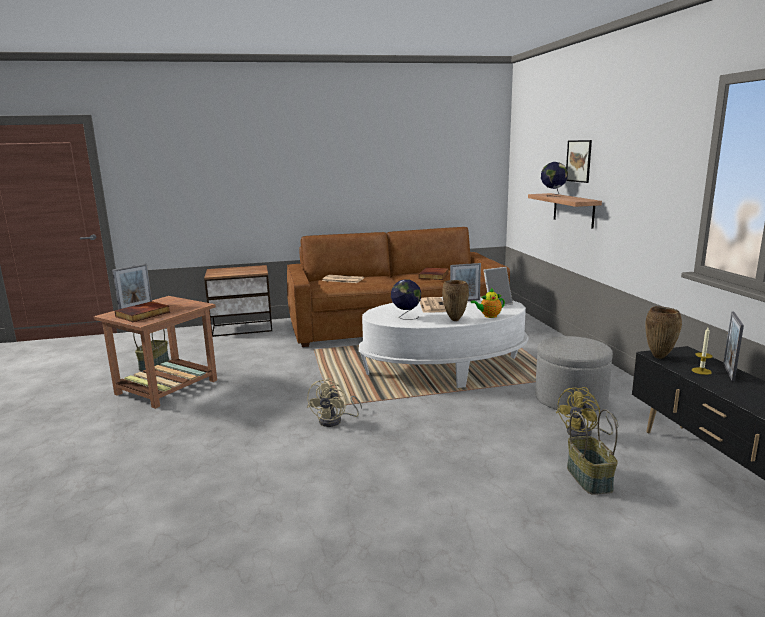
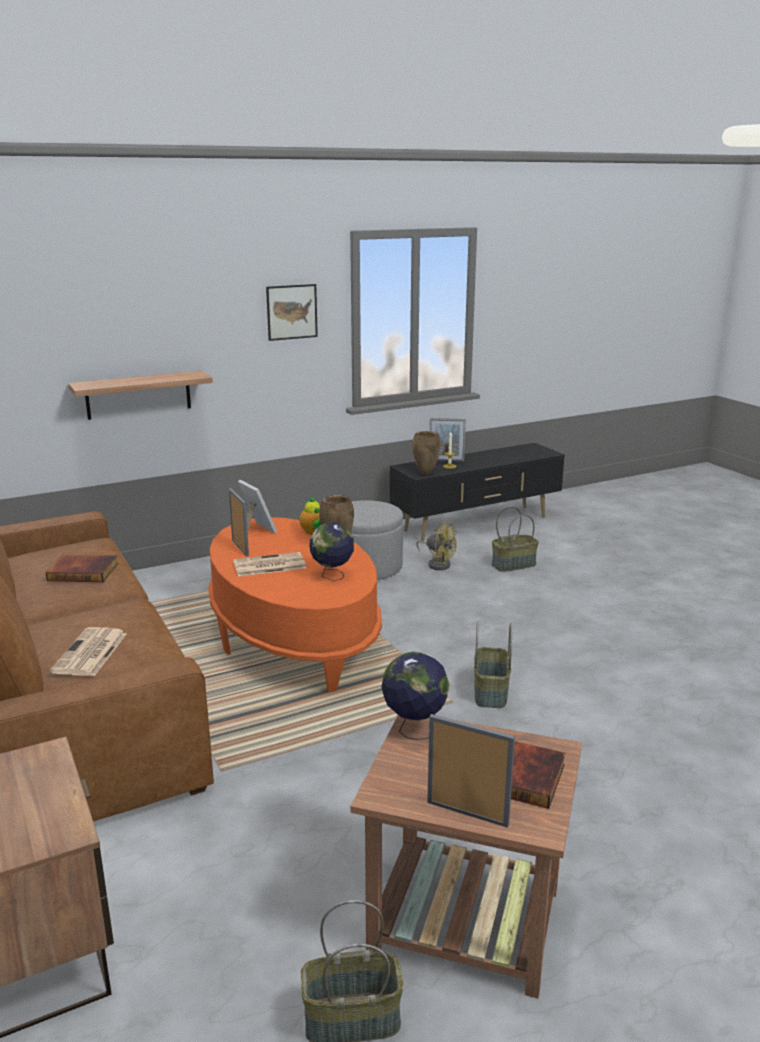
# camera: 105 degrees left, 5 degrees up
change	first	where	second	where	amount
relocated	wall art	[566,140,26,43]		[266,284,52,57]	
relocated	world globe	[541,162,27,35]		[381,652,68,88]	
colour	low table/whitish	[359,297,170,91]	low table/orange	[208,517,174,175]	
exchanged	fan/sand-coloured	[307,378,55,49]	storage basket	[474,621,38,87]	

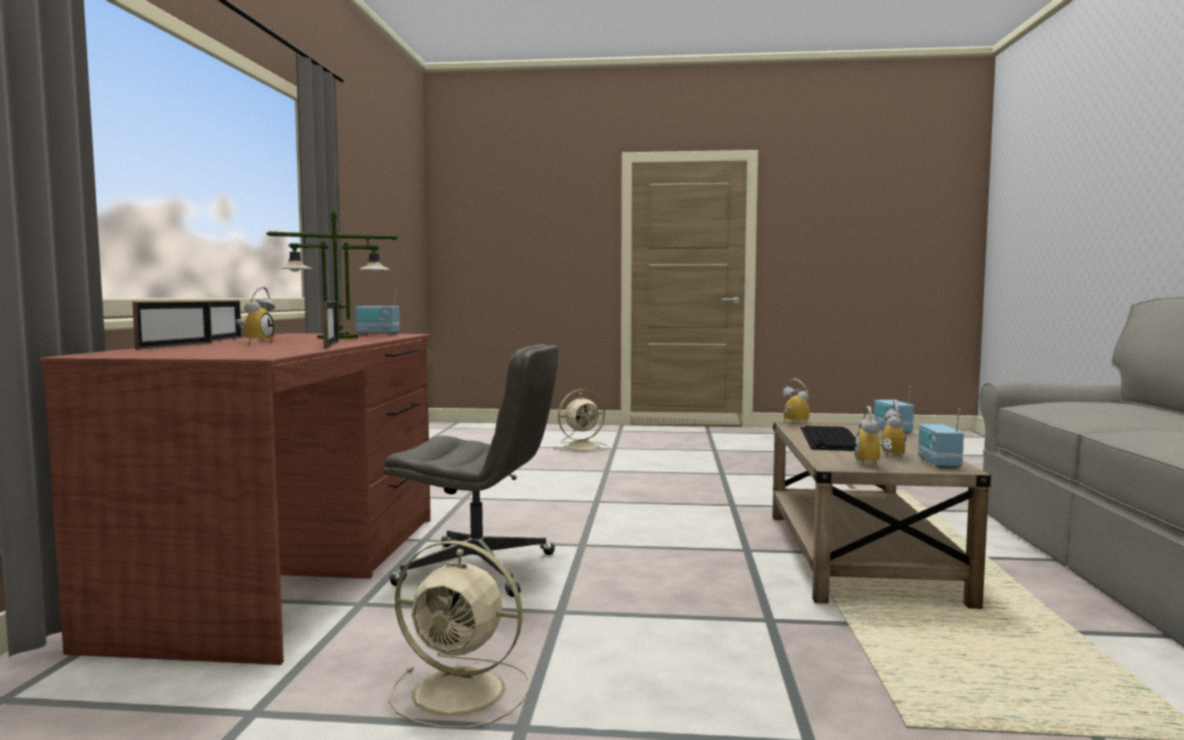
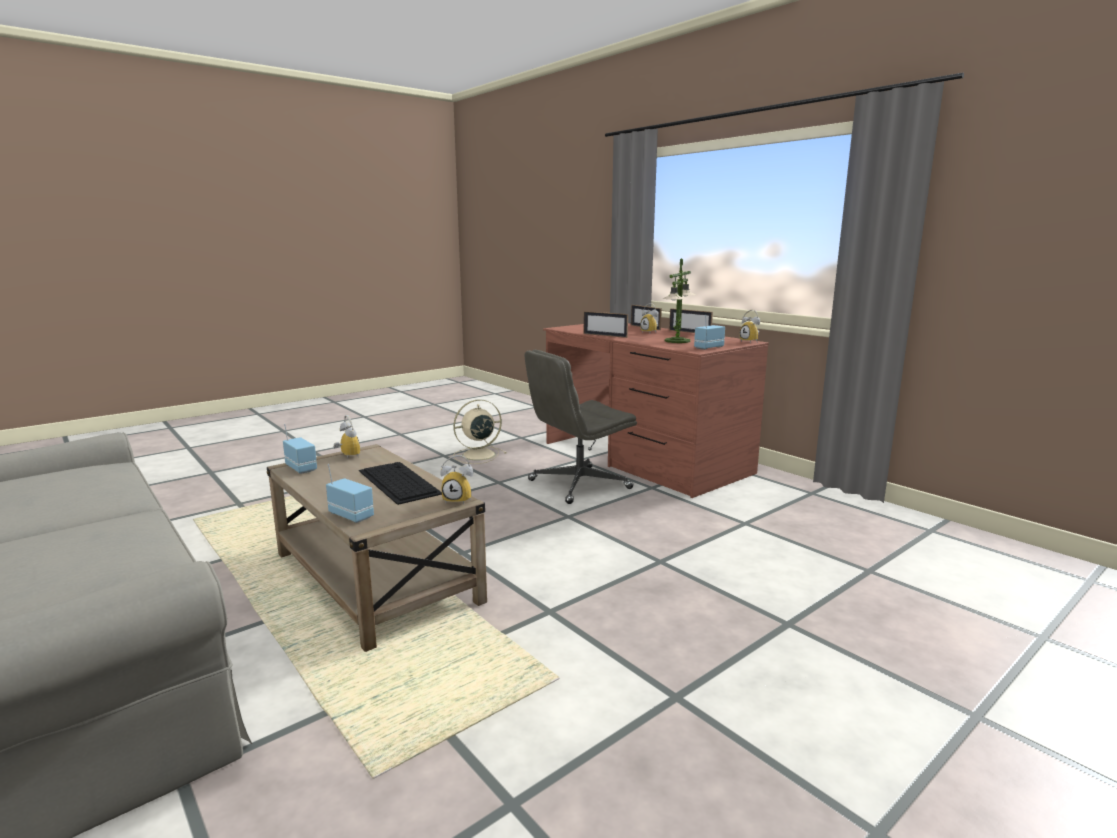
# camera: 135 degrees right, 10 degrees up
change	first	where	second	where	amount
missing	fan/sand-coloured	[553,389,55,63]			
relocated	bedside clock	[877,400,29,58]		[740,310,20,33]	

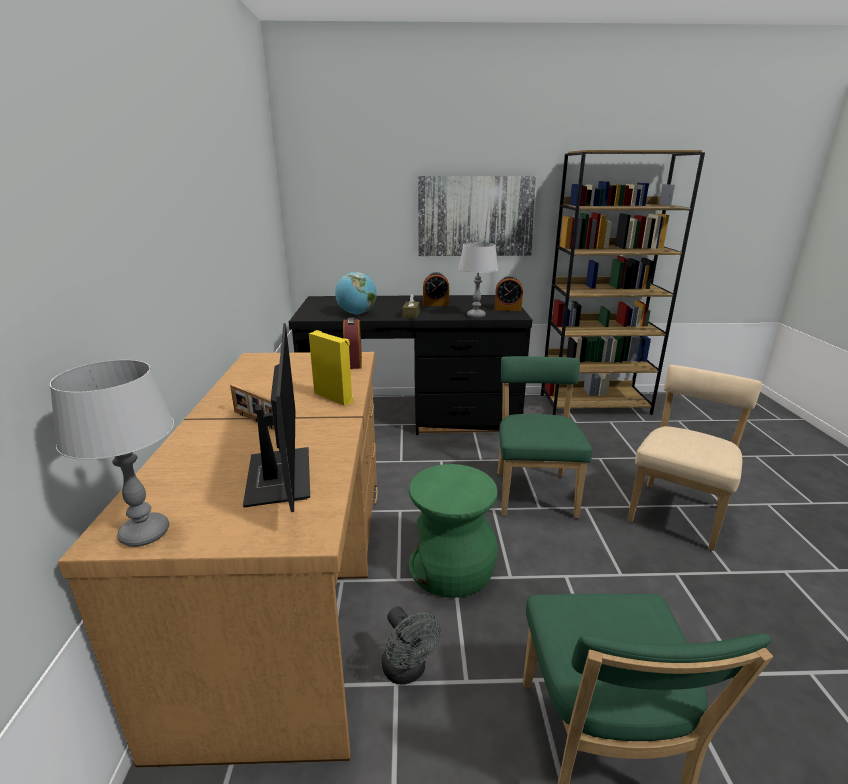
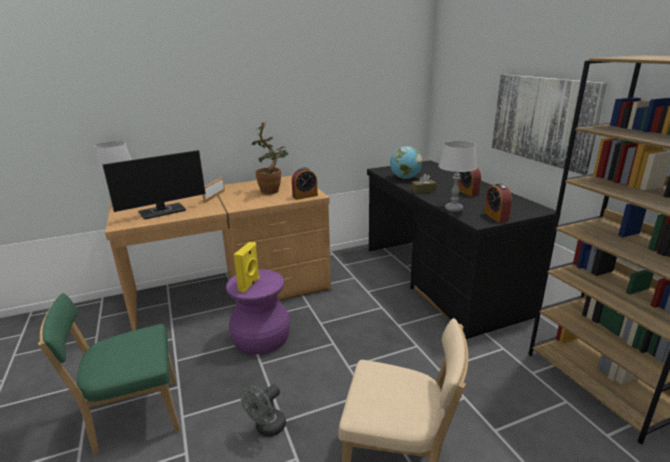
# camera: 70 degrees right, 0 degrees up
change	first	where	second	where	amount
relocated	speaker/yellow	[309,330,44,75]		[234,242,26,51]	
missing	chair/greenish	[497,356,96,162]			
colour	sitting stool/greenish	[409,464,89,134]	sitting stool/purple-coloured	[226,269,64,85]	
relocated	fan/grey	[382,606,59,78]		[241,384,45,53]	
appeared			plant in a pot	[252,122,36,72]	

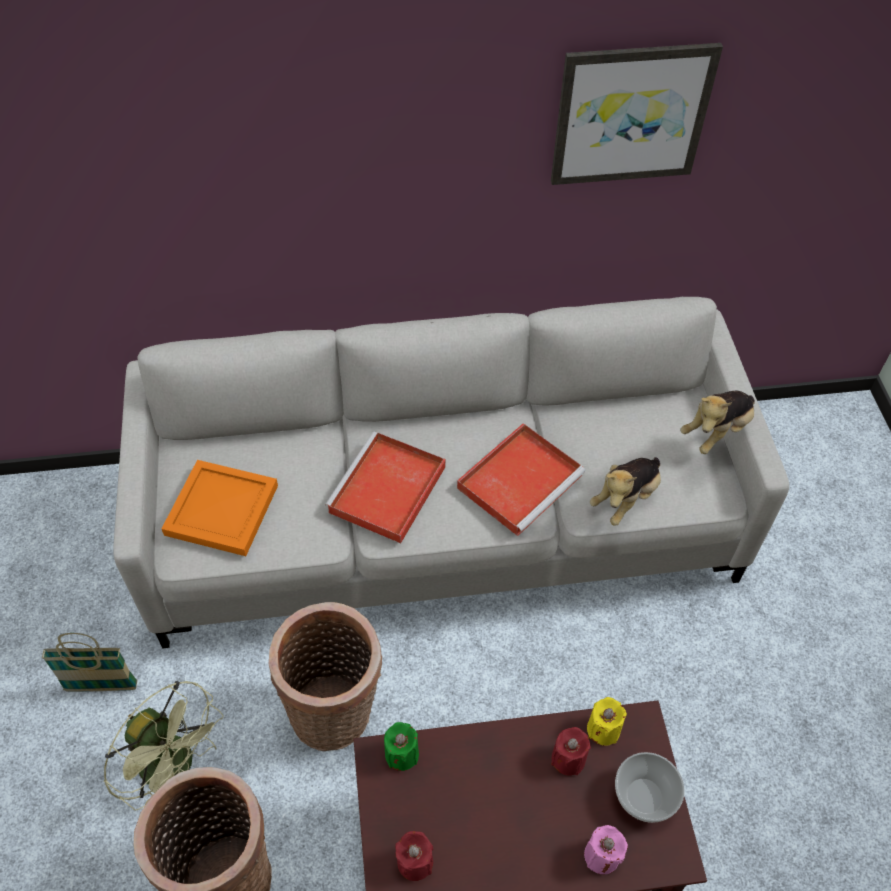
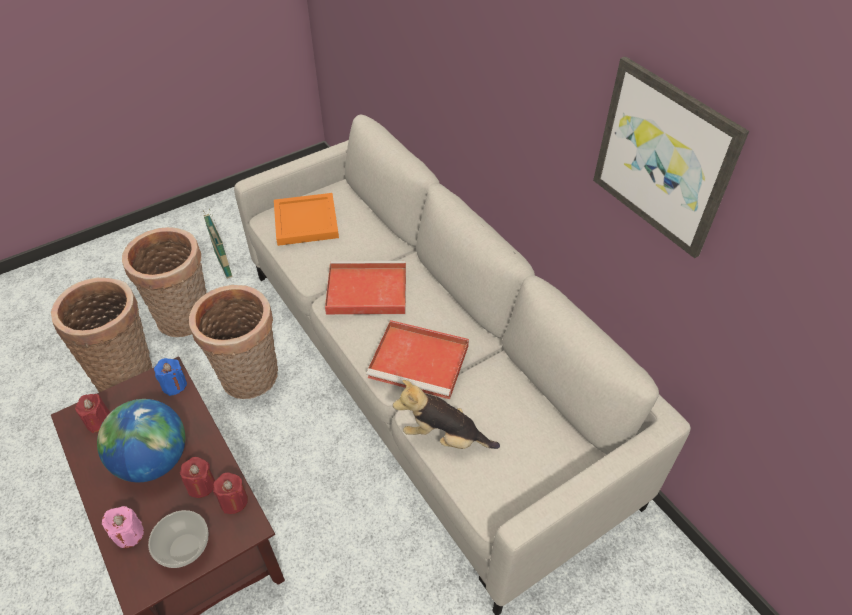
# camera: 65 degrees right, 5 degrees down
change	first	where	second	where	amount
missing	plush toy	[680,391,75,63]			
exchanged	fan/greenish	[104,681,119,129]	storage basket	[122,227,84,110]	
colour	wax light/yellow	[587,697,40,49]	wax light/reddish	[213,473,35,41]	
colour	wax light/greenish	[384,722,35,49]	wax light/bluish	[154,358,33,38]	
appeared			world globe	[97,399,88,83]	

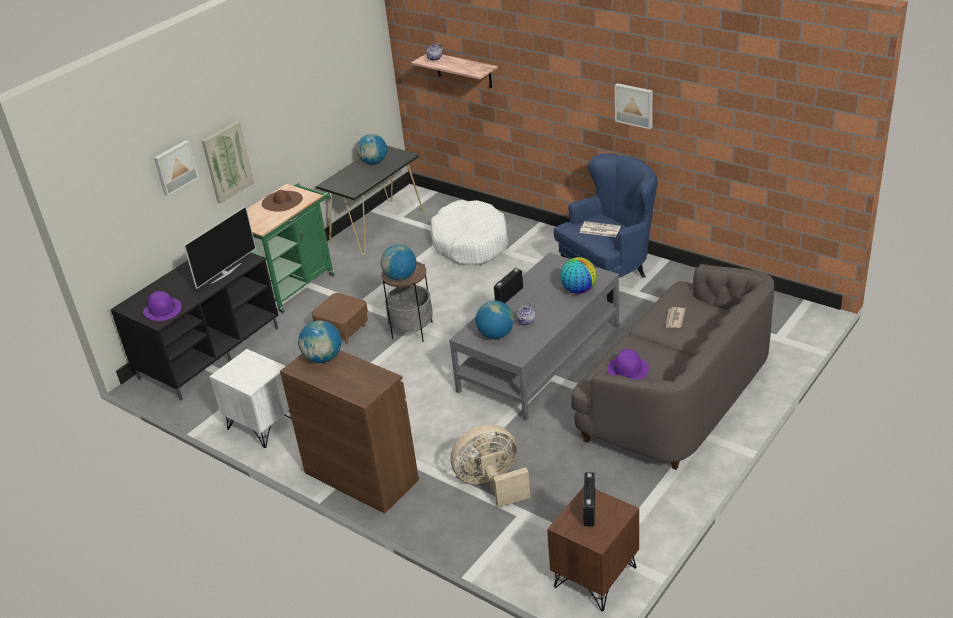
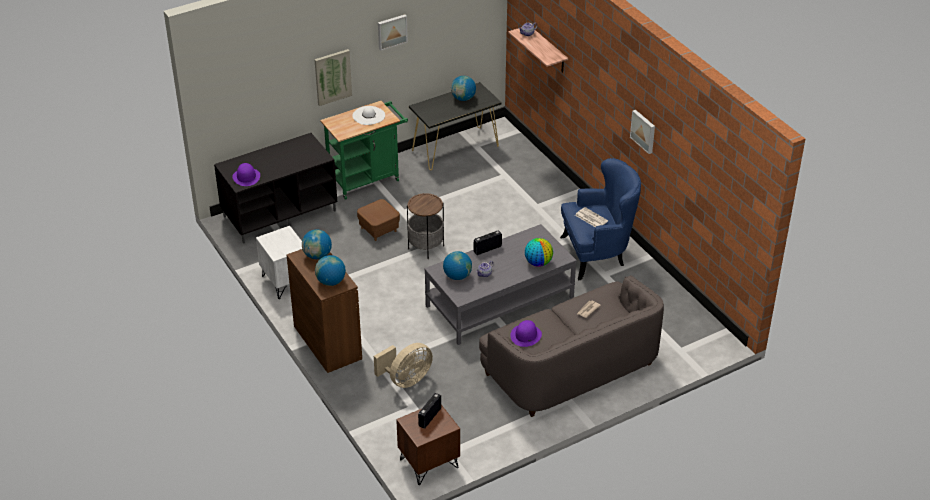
# camera: 20 degrees right, 5 degrees up
change	first	where	second	where	amount
relocated	wall art	[154,140,45,56]		[378,14,30,36]	
colour	clothing hat/brownish	[262,190,41,22]	clothing hat/whitish	[352,106,33,19]	
missing	dog cushion/whitish	[431,200,77,65]			
missing	TV	[184,206,72,83]			
relocated	world globe	[381,245,35,35]		[315,255,31,31]	
spun	fan/sand-coloured	[450,424,81,84]		[374,343,59,45]	135 degrees clockwise

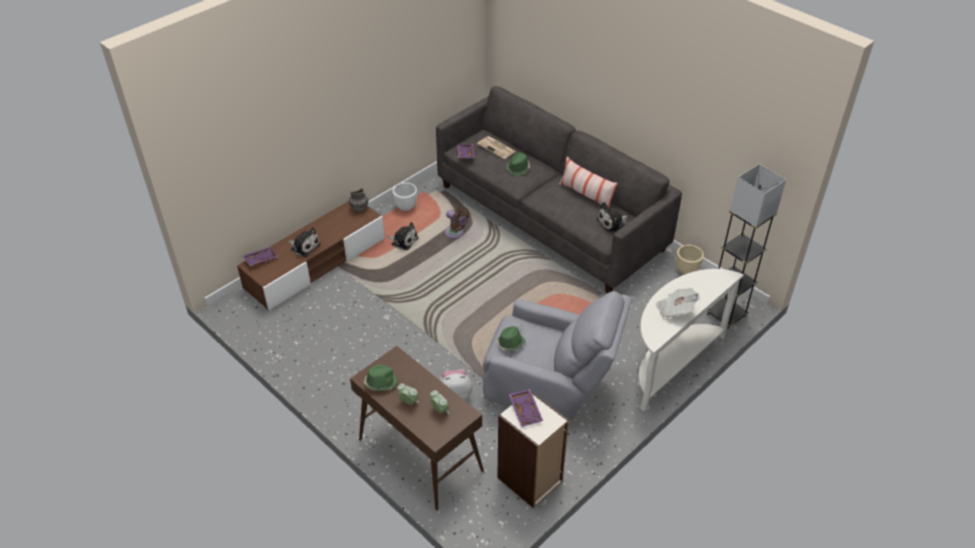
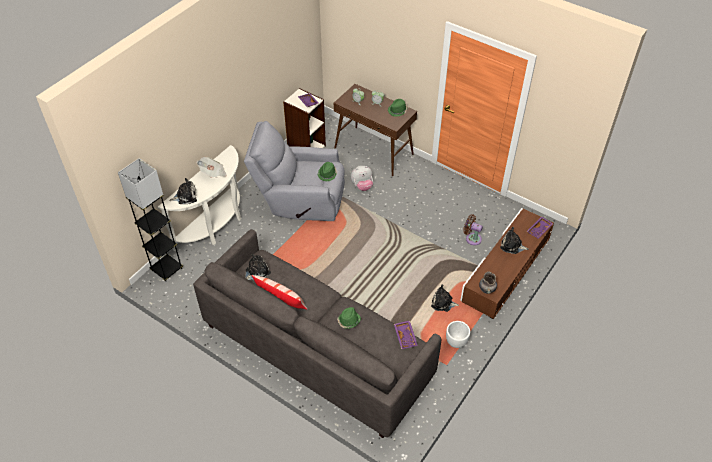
# camera: 170 degrees right, 5 degrees up
change	first	where	second	where	amount
missing	printed paper	[477,136,39,23]			
relocated	fan/brownish	[445,207,25,31]		[463,214,20,31]	
missing	flower pot/sand-coloured	[676,245,28,30]			
appeared			plush toy	[169,178,28,26]	

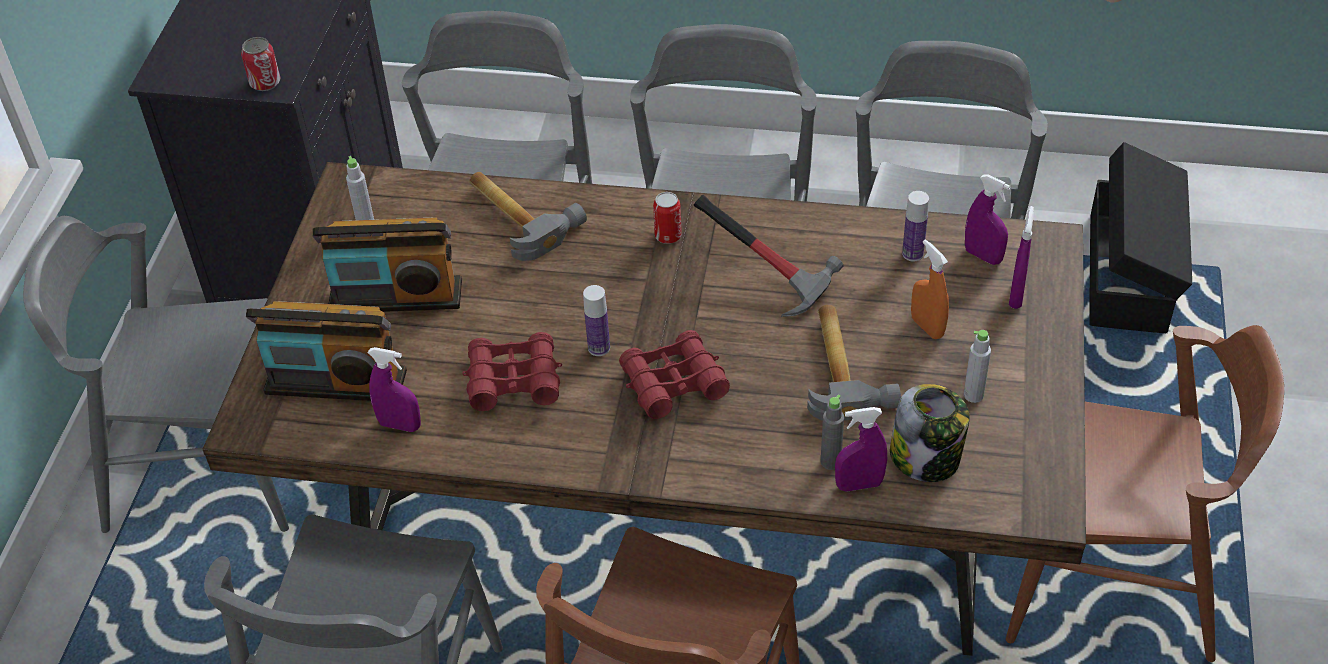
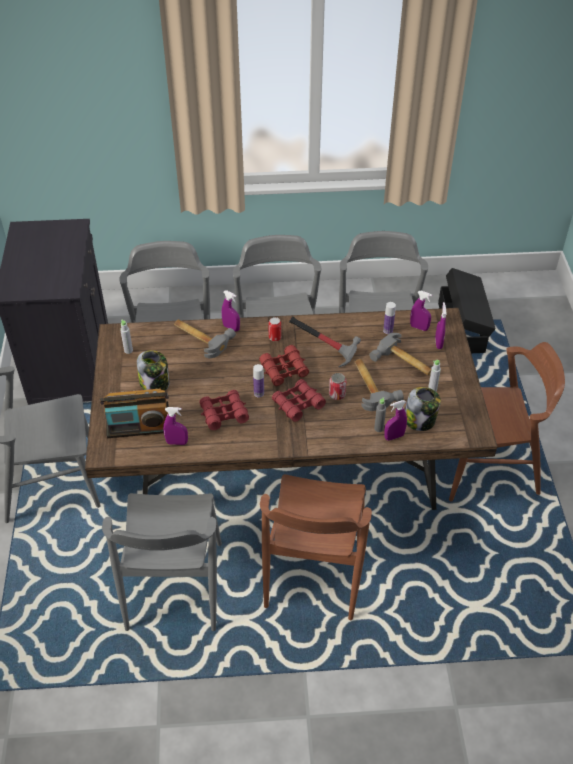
# camera: 15 degrees left, 0 degrees up
change	first	where	second	where	amount
relocated	metal can	[241,37,39,54]		[329,373,17,27]	
exchanged	radio	[312,217,150,95]	preserve jar	[137,350,33,40]	
exchanged	hand sprayer/orange	[911,239,38,100]	hammer	[369,333,62,43]	
appeared			hand sprayer/purple-coloured	[222,290,18,41]	
appeared			field glasses/reddish	[259,345,50,41]	

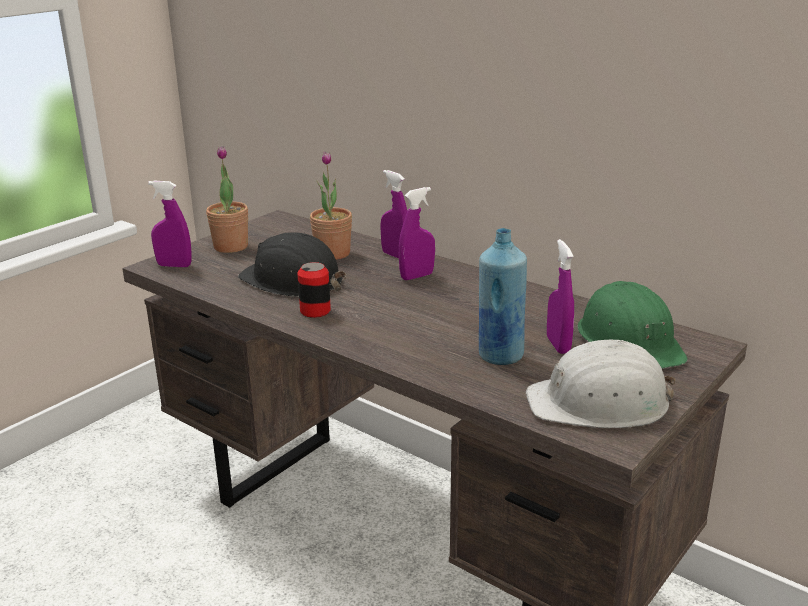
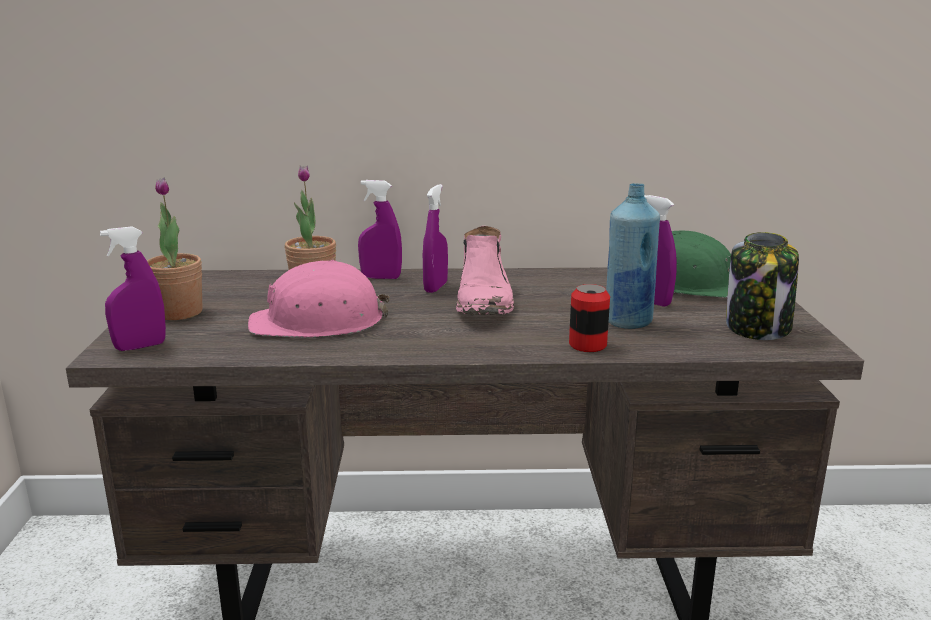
# camera: 40 degrees left, 5 degrees down
change	first	where	second	where	amount
colour	hard hat/blackish	[238,232,108,65]	hard hat/pink-coloured	[248,260,141,78]	
relocated	metal can	[297,262,34,56]		[569,284,41,68]	
exchanged	hard hat/whitish	[526,340,150,88]	preserve jar	[726,232,73,108]	
appeared			boot/pink-coloured	[456,226,58,89]	

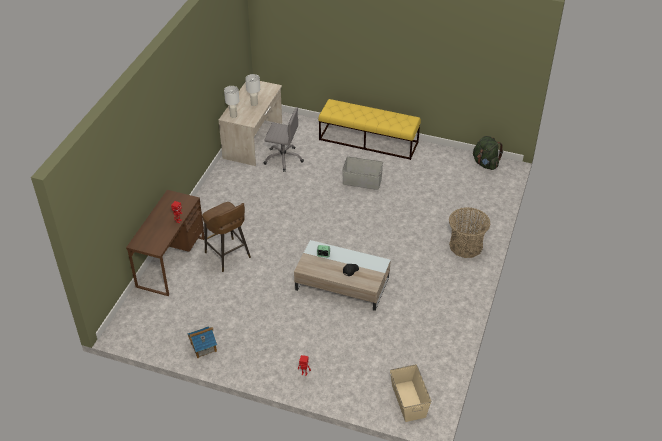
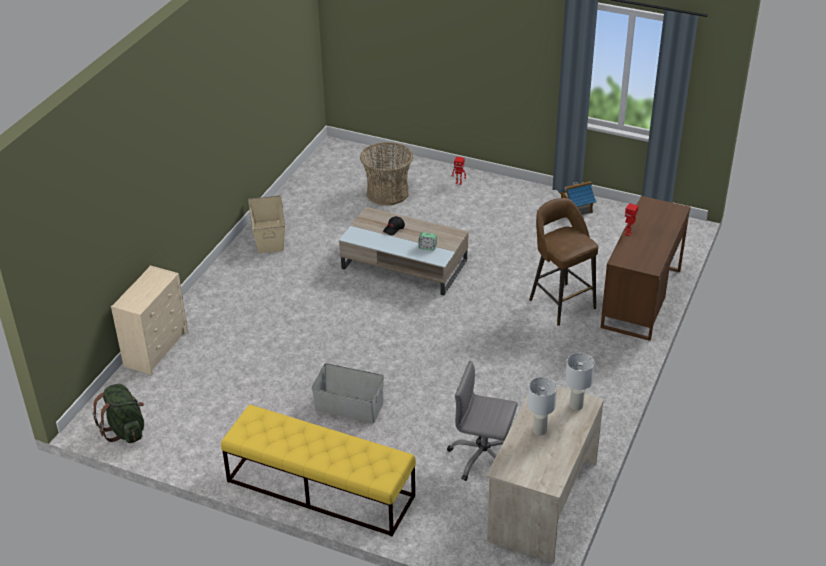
# camera: 175 degrees left, 5 degrees down
change	first	where	second	where	amount
relocated	storage basket	[449,207,42,51]		[360,142,53,63]	
relocated	storage container/sand-coloured	[390,364,41,58]		[248,196,38,57]	
appeared			drawer chest/sand-coloured	[111,265,78,110]	

